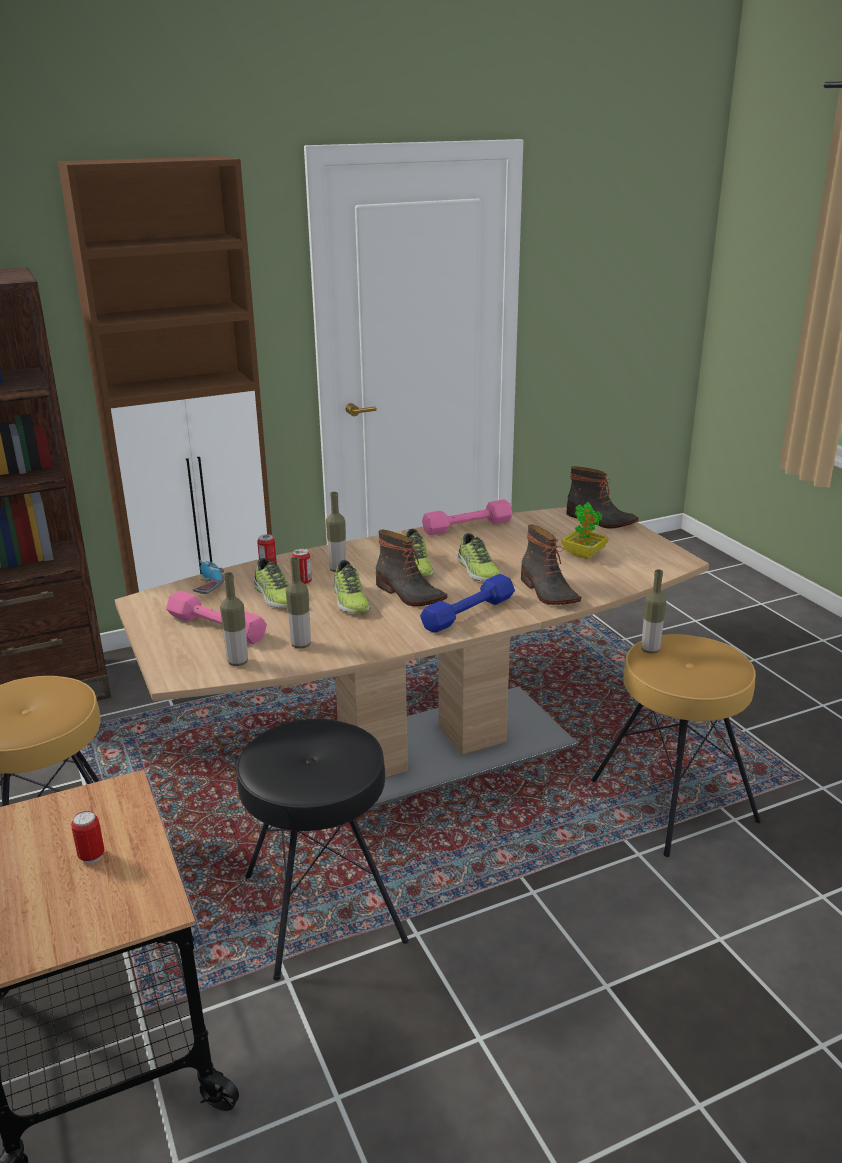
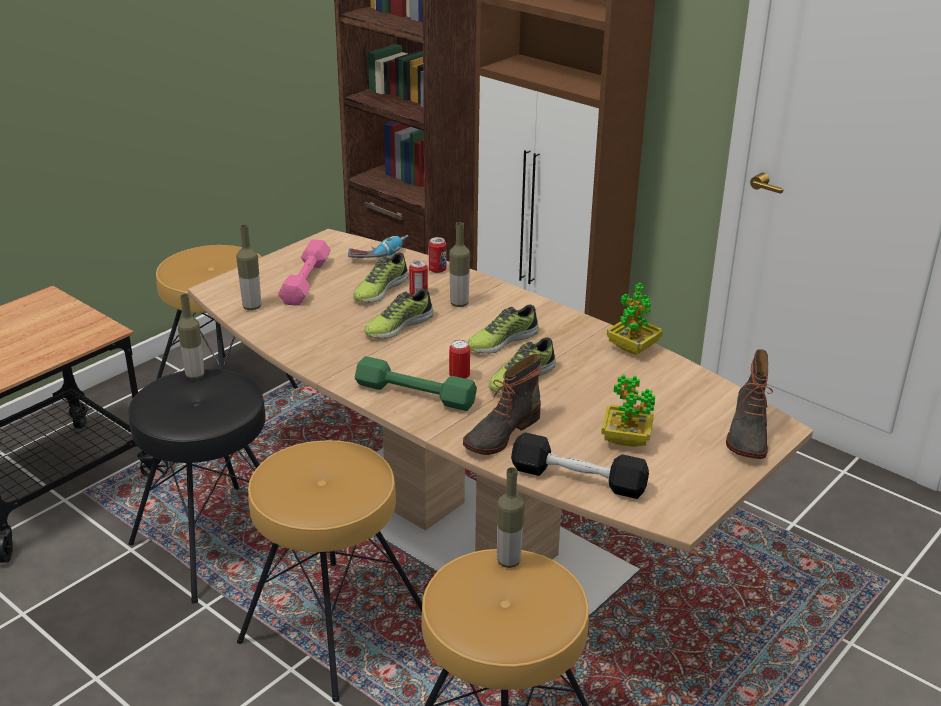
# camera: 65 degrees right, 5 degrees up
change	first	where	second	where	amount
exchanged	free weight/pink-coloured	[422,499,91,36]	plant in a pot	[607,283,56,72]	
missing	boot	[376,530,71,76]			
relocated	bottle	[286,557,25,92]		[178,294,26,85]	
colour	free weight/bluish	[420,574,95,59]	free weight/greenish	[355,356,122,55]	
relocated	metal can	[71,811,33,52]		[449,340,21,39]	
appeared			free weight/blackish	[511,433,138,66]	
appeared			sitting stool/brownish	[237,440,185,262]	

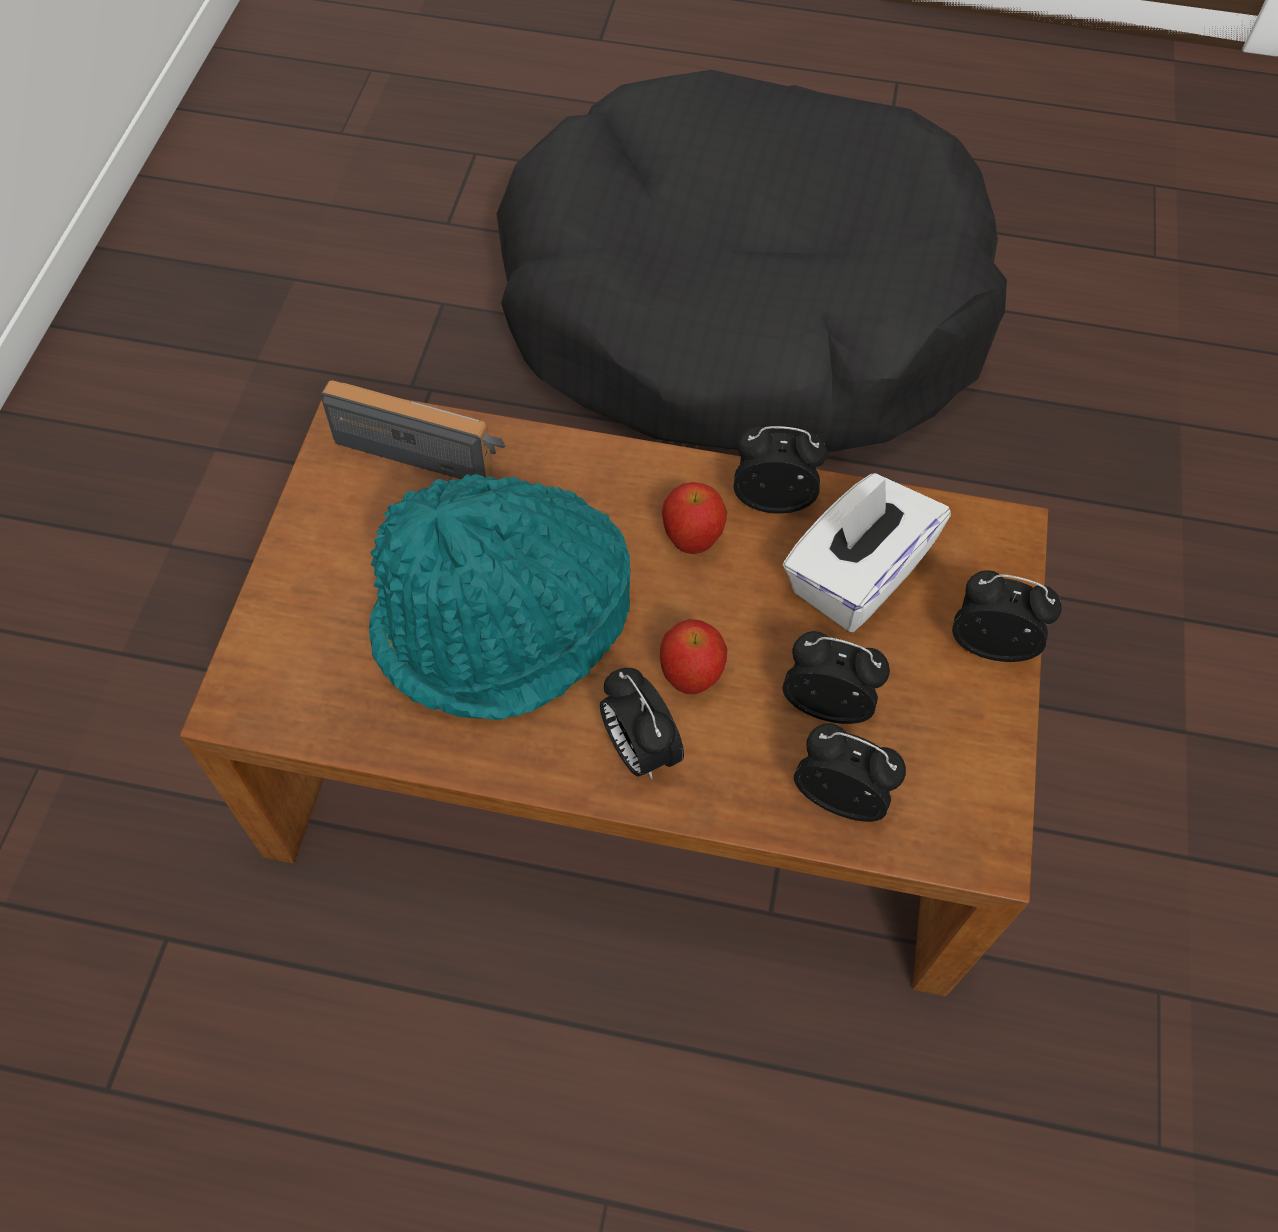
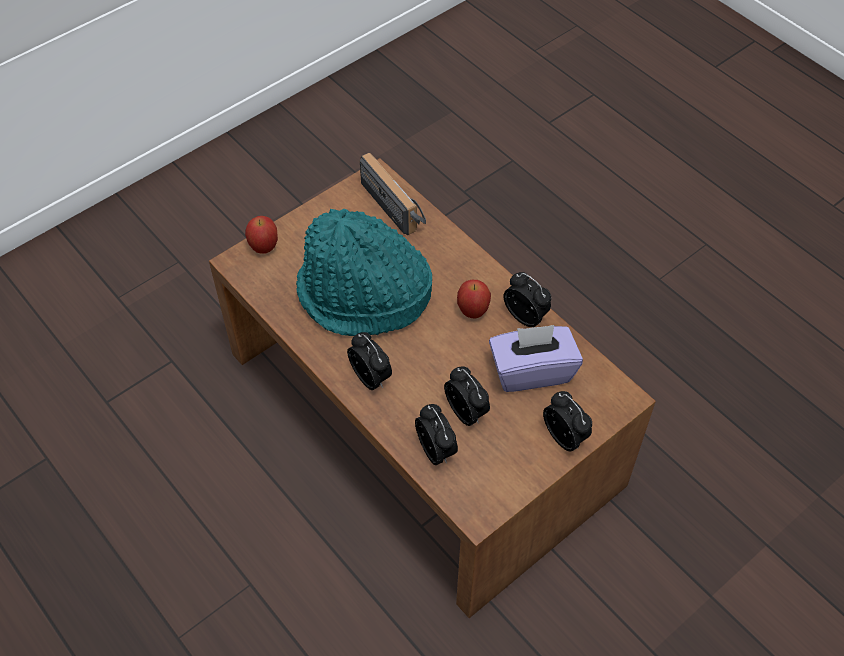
# camera: 40 degrees right, 5 degrees down
change	first	where	second	where	amount
missing	dog cushion/blackish	[497,70,510,382]			
colour	tissue box/whitish	[783,473,168,159]	tissue box/purple-coloured	[489,325,94,67]	
relocated	apple fruit	[660,619,67,76]		[245,216,33,38]	
spun	bedside clock	[600,668,84,111]		[347,332,45,58]	135 degrees clockwise

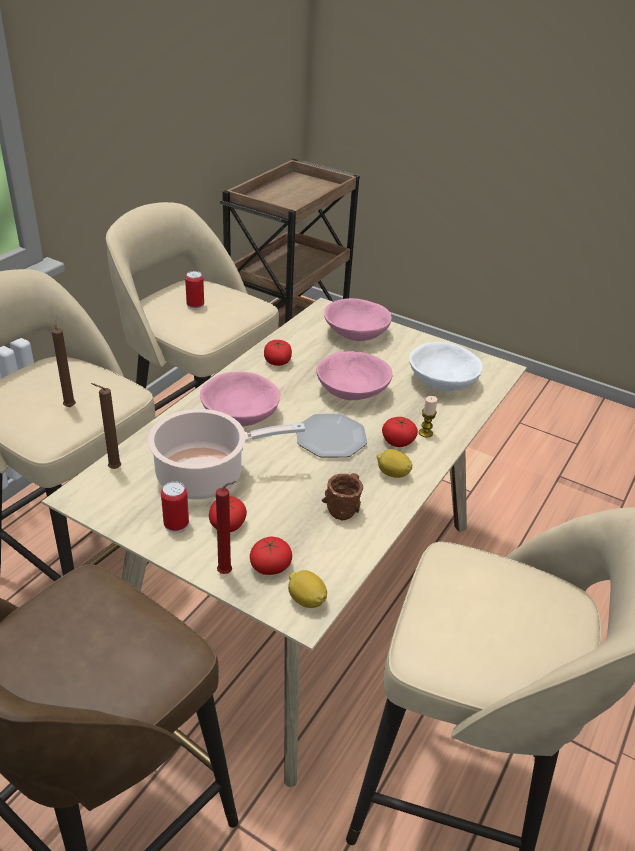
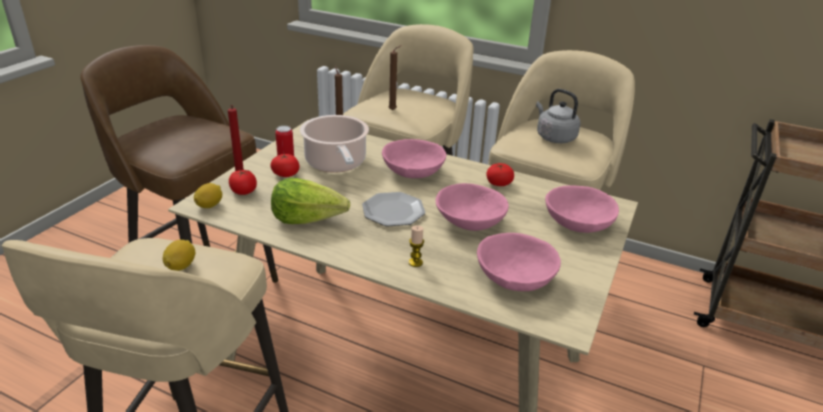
# camera: 85 degrees right, 5 degrees down
change	first	where	second	where	amount
exchanged	metal can	[185,271,19,39]	water kettle/grey	[536,89,45,54]	
colour	deep dish/whitish	[409,342,74,49]	deep dish/pink-coloured	[477,233,84,58]	
missing	tomato	[382,417,36,30]			
relocated	whole lemon	[377,449,35,29]		[163,240,32,31]	
exchanged	mug/brownish	[322,473,41,47]	head of lettuce	[271,178,79,46]	

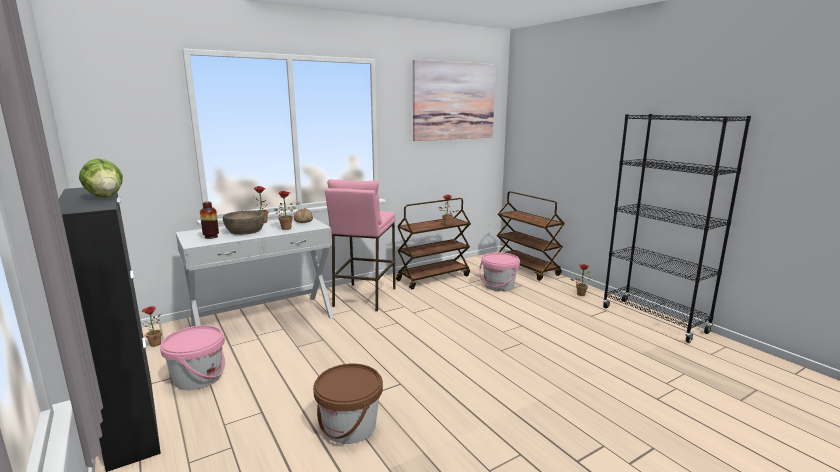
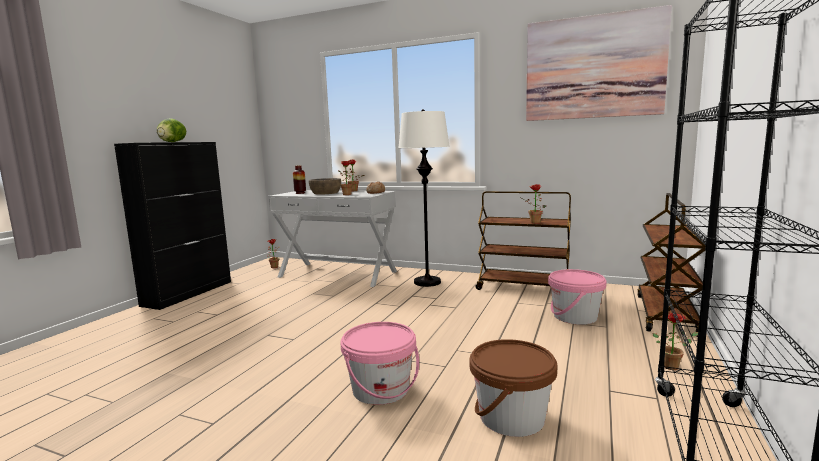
# camera: 55 degrees right, 5 degrees down
change	first	where	second	where	amount
exchanged	sitting stool/pink-coloured	[325,179,71,132]	standard lamp/whitish	[399,109,51,178]	
relocated	pail/pink-coloured	[160,325,65,65]		[340,322,79,83]	
relocated	pail/brownish	[313,364,70,80]		[470,339,87,98]	

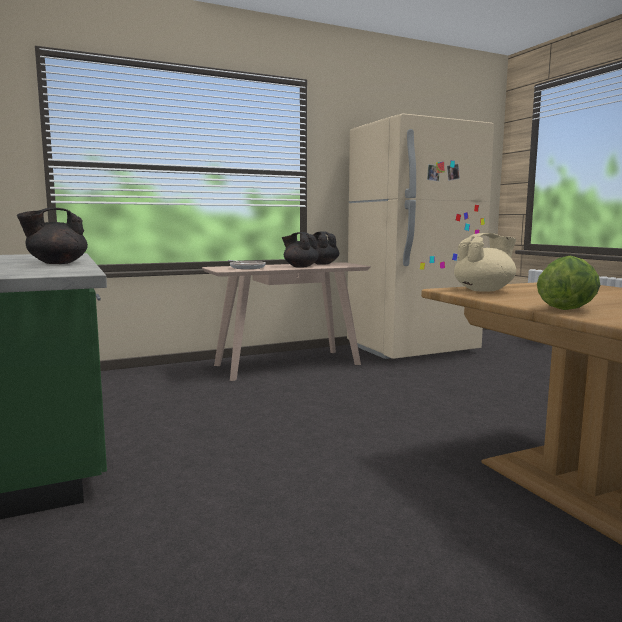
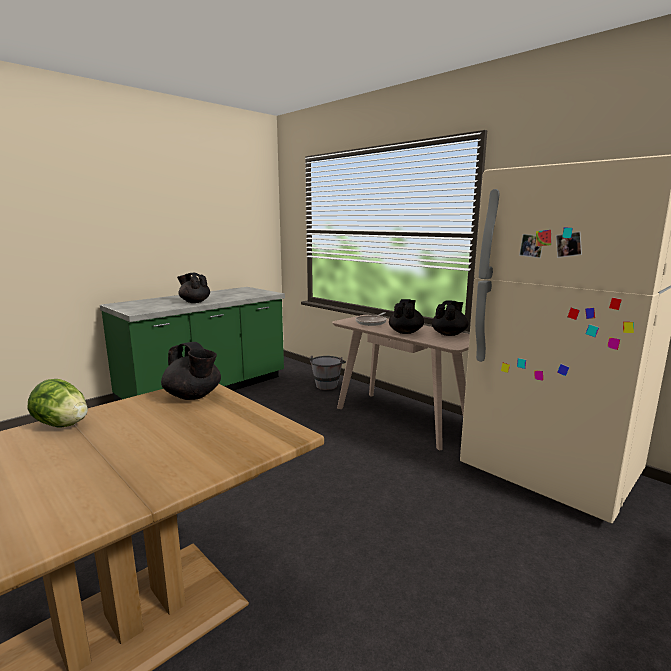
# camera: 70 degrees right, 5 degrees up
change	first	where	second	where	amount
colour	teapot/sand-coloured	[454,233,62,59]	teapot/blackish	[161,342,60,58]	
appeared			pail/grey	[309,356,37,34]	

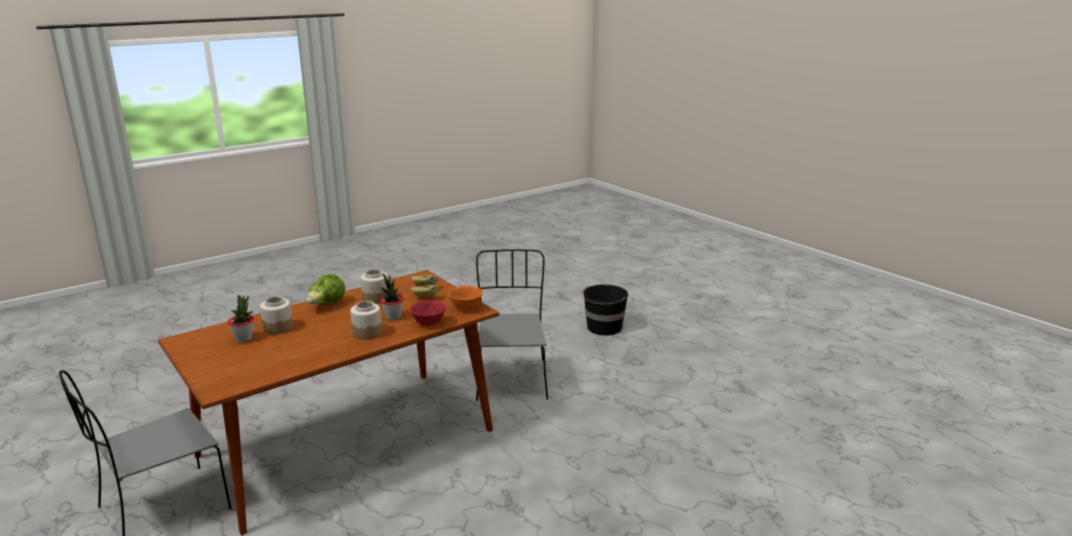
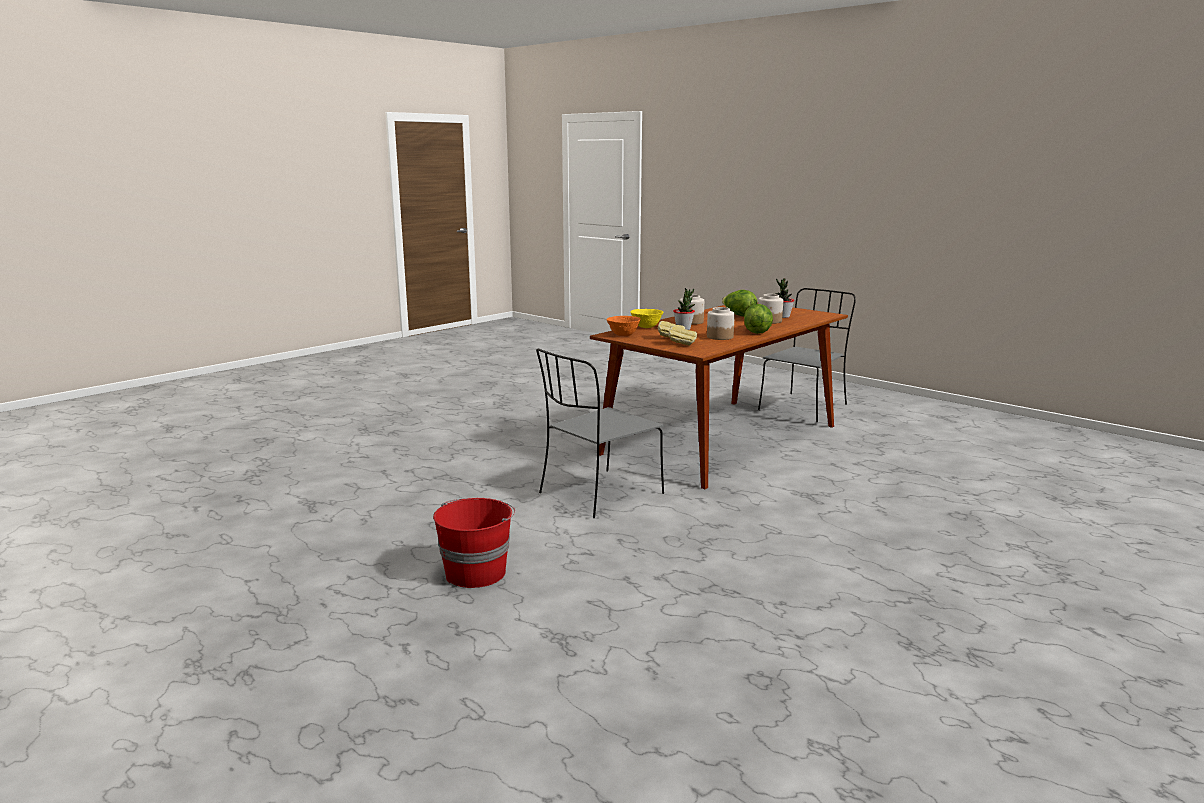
# camera: 170 degrees right, 5 degrees down
change	first	where	second	where	amount
spun	chair/grey	[476,249,72,152]		[536,348,128,170]	60 degrees clockwise
colour	pail/blackish	[581,284,47,52]	pail/reddish	[433,498,82,90]	
colour	deep dish/reddish	[410,300,37,26]	deep dish/yellow	[630,309,33,19]	
appeared			head of lettuce	[722,290,36,26]	

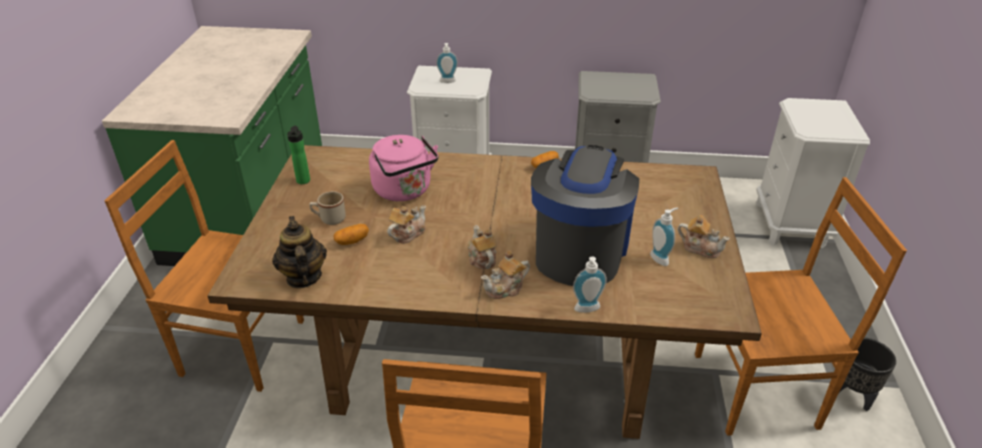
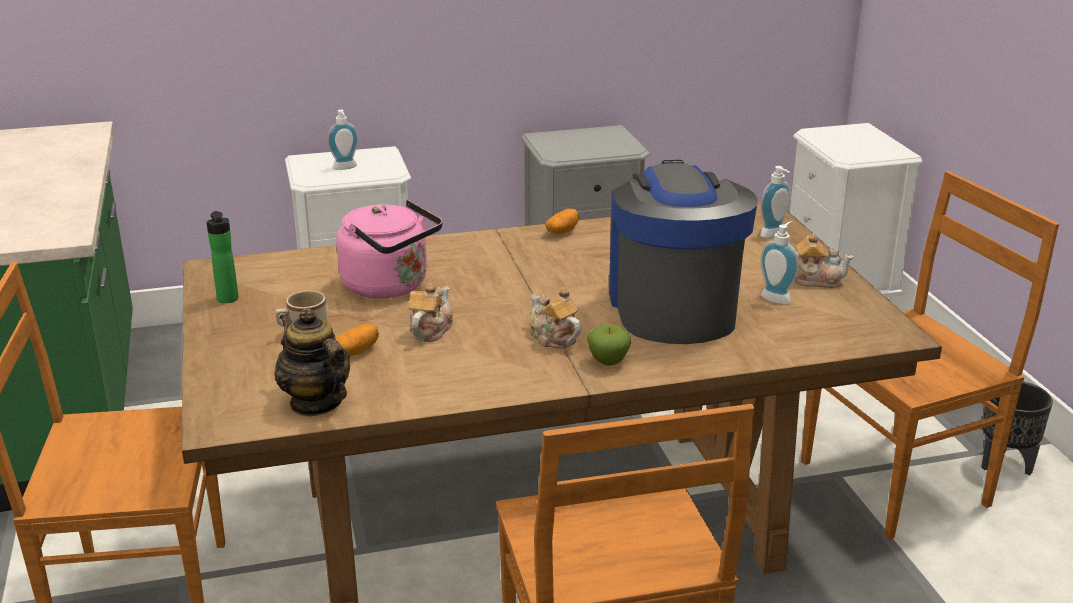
# camera: 20 degrees left, 10 degrees down
change	first	where	second	where	amount
exchanged	teapot	[481,251,49,48]	apple fruit	[587,324,44,42]	
relocated	soap dispenser	[573,257,34,56]		[760,166,31,72]	

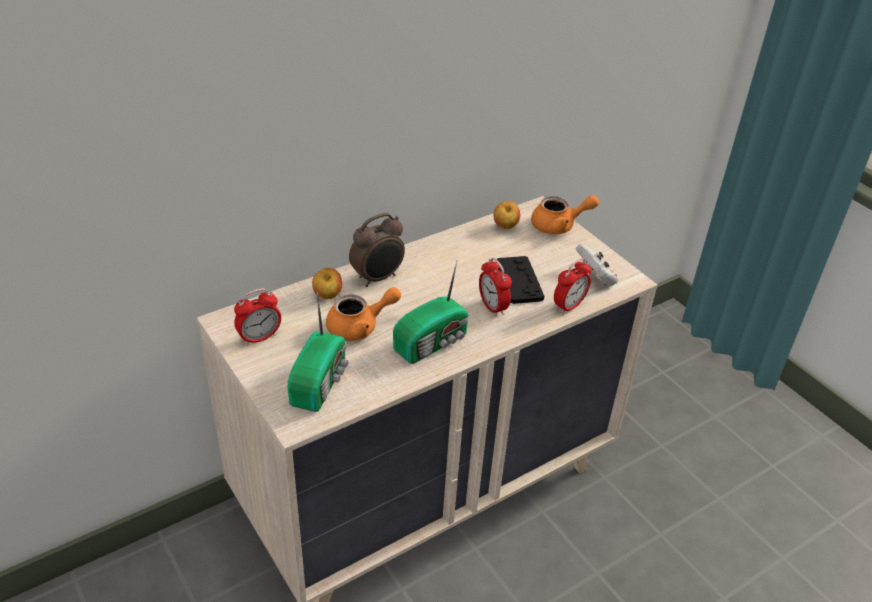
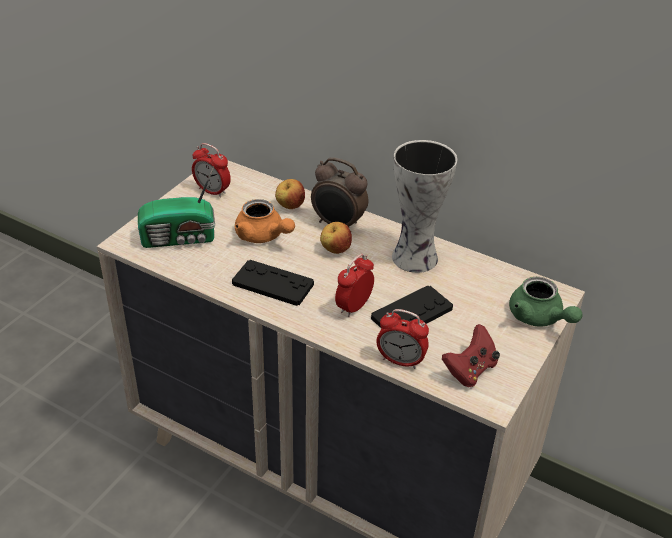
# camera: 65 degrees right, 0 degrees up
change	first	where	second	where	amount
colour	teapot/orange	[531,195,68,39]	teapot/greenish	[509,277,73,50]	
relocated	apple fruit	[493,201,27,28]		[320,222,32,32]	
colour	gamepad/whitish	[576,244,42,42]	gamepad/reddish	[442,324,58,63]	
exchanged	radio	[393,261,76,103]	gamepad/blackish	[232,260,82,46]	
appeared			vase	[392,140,65,133]	

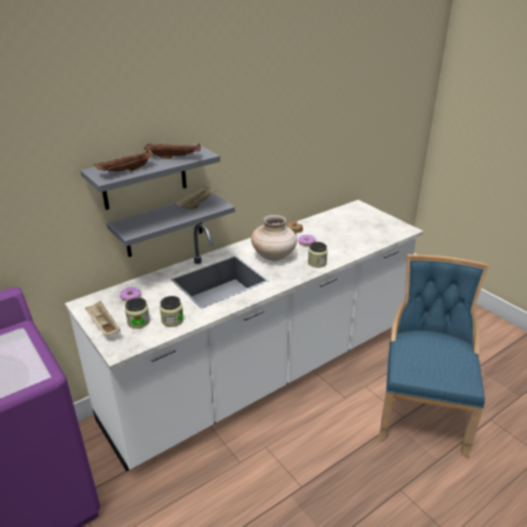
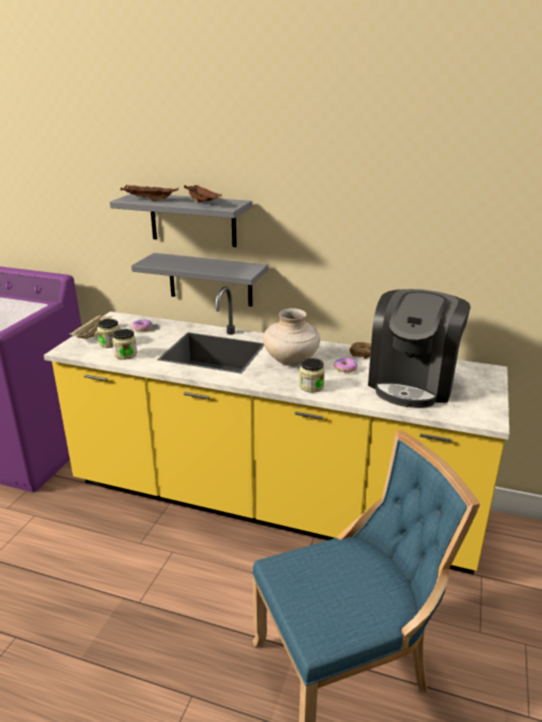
# camera: 55 degrees right, 5 degrees down
change	first	where	second	where	amount
missing	tray/sand-coloured	[175,185,43,24]			
colour	kitchen counter/whitish	[65,200,359,271]	kitchen counter/yellow	[44,286,465,288]	
appeared			coffee machine	[368,289,103,119]	

